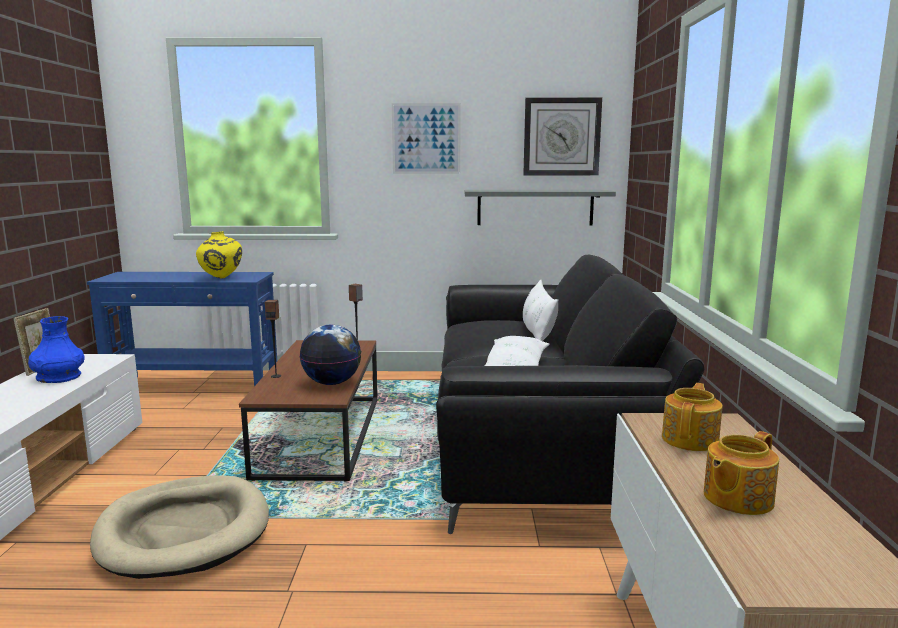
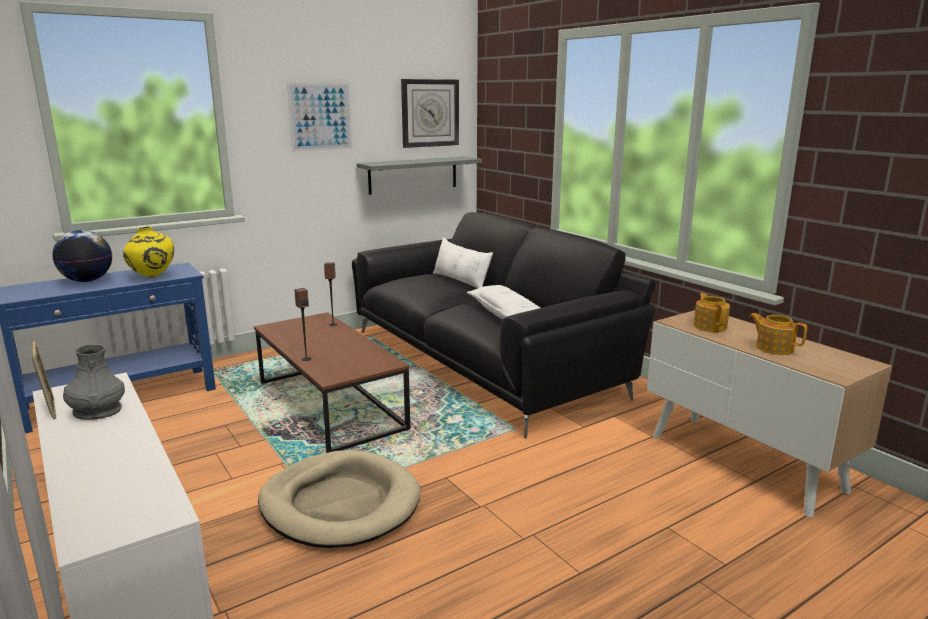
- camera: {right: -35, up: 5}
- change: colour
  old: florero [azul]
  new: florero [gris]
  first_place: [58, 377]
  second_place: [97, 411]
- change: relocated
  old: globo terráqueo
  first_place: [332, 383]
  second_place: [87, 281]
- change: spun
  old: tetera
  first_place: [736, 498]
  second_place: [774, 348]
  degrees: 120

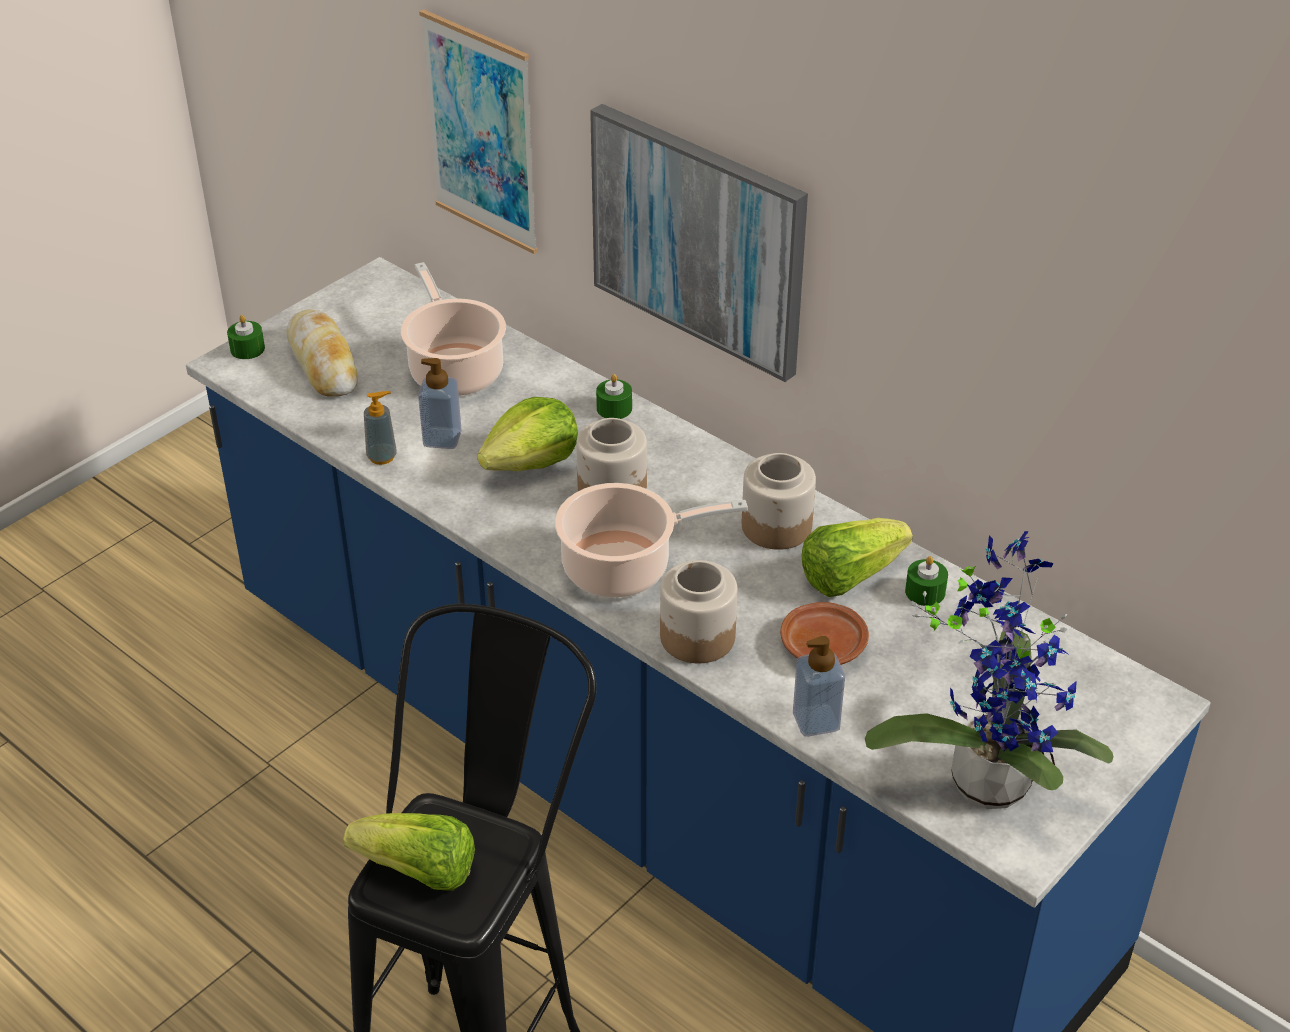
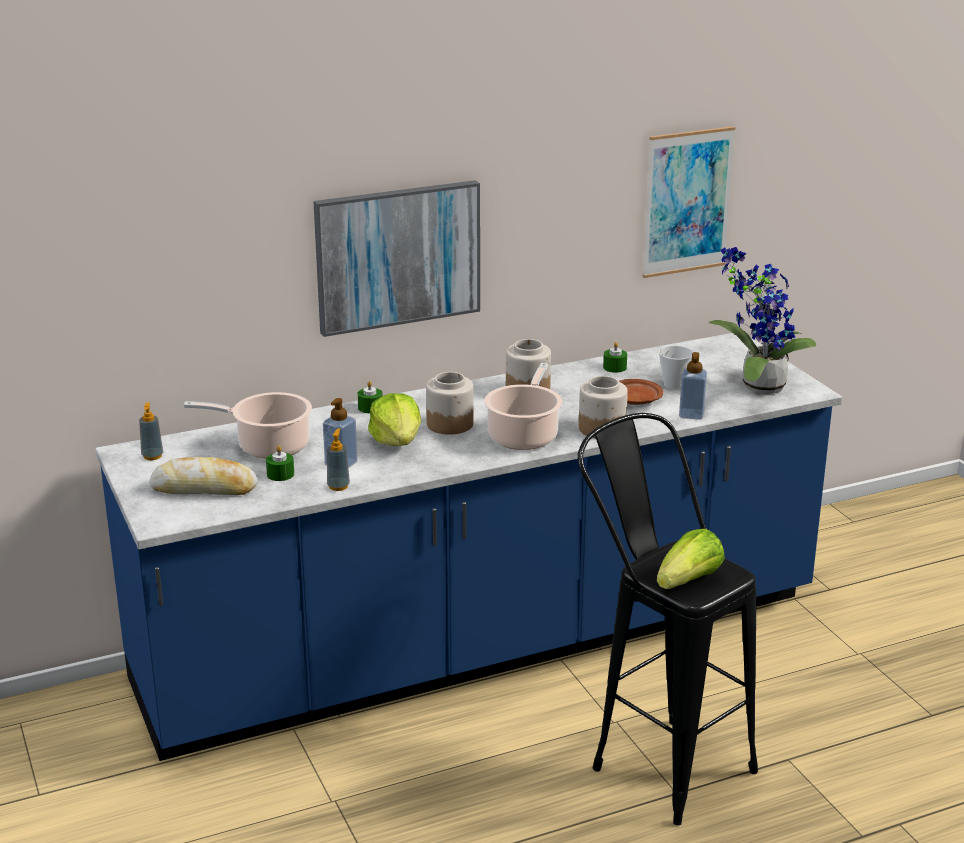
- camera: {right: -65, up: -15}
- change: relocated
  old: vela [verde]
  first_place: [247, 349]
  second_place: [280, 474]
- change: relocated
  old: cuadro
  first_place: [481, 132]
  second_place: [687, 202]
- change: missing
  old: lechuga
  first_place: [849, 576]
- change: appeared
  new: dispensador de jabón
  second_place: [152, 456]
- change: appeared
  new: taza
  second_place: [674, 385]

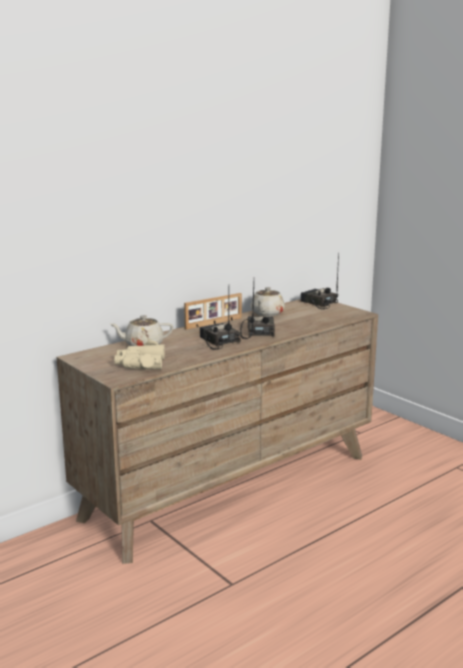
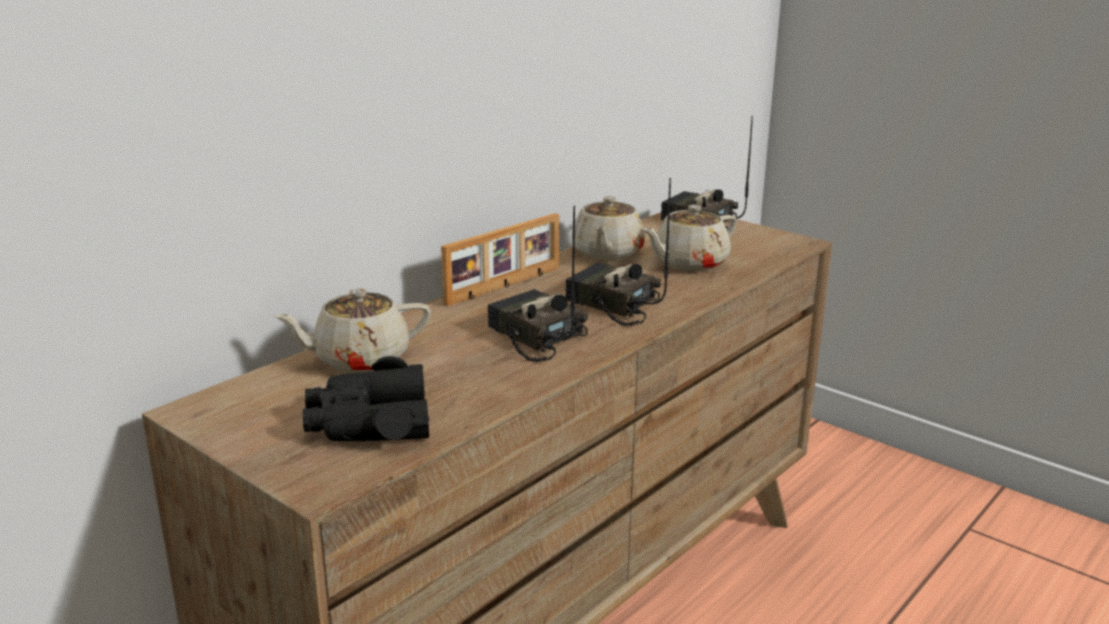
- camera: {right: -10, up: 5}
- change: colour
  old: prismáticos [beis]
  new: prismáticos [negro]
  first_place: [140, 363]
  second_place: [368, 422]
- change: spun
  old: radio
  first_place: [257, 332]
  second_place: [612, 305]
  degrees: -45
- change: appeared
  new: tetera [beis]
  second_place: [689, 263]

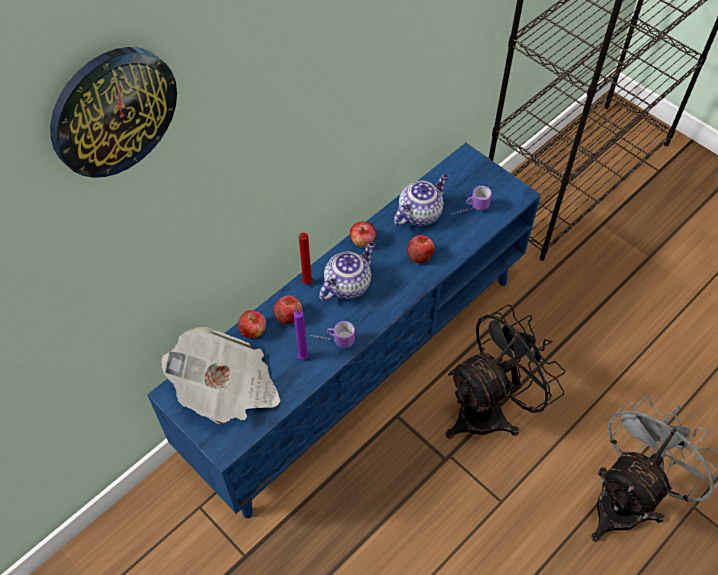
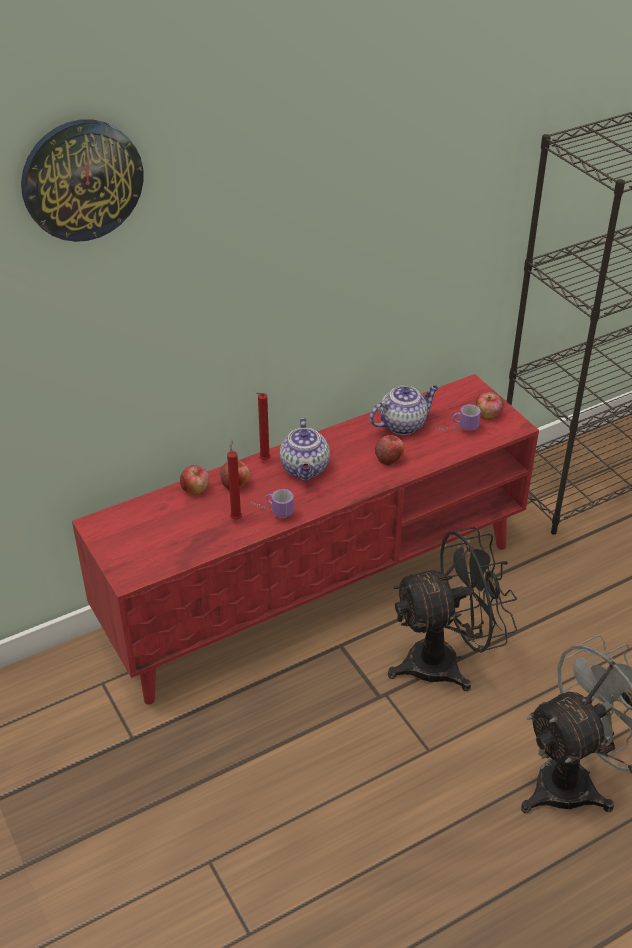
- camera: {right: 15, up: -15}
- change: colour
  old: mueble de televisión [azul]
  new: mueble de televisión [rojo]
  first_place: [359, 363]
  second_place: [316, 589]
- change: missing
  old: periódico
  first_place: [227, 389]
- change: colour
  old: vela [morado]
  new: vela [rojo]
  first_place: [302, 355]
  second_place: [236, 518]
- change: spun
  old: tetera
  first_place: [348, 284]
  second_place: [305, 469]
  degrees: 120
- change: relocated
  old: manzana
  first_place: [363, 241]
  second_place: [488, 414]

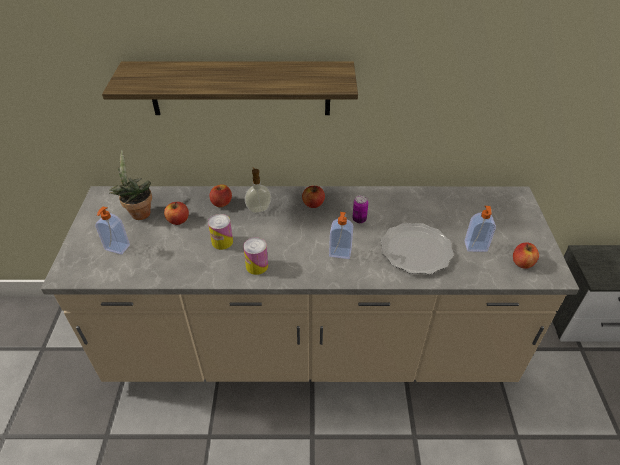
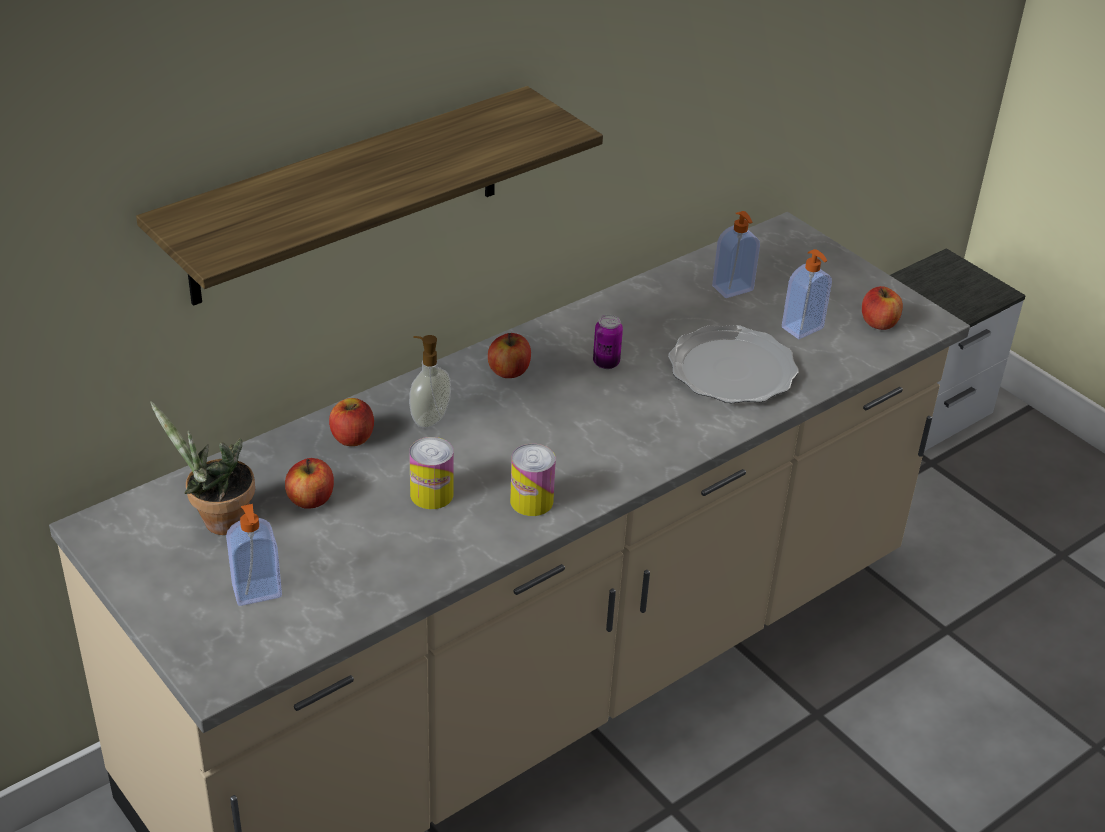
- camera: {right: -40, up: -5}
- change: relocated
  old: dispensador de jabón
  first_place: [340, 253]
  second_place: [733, 289]

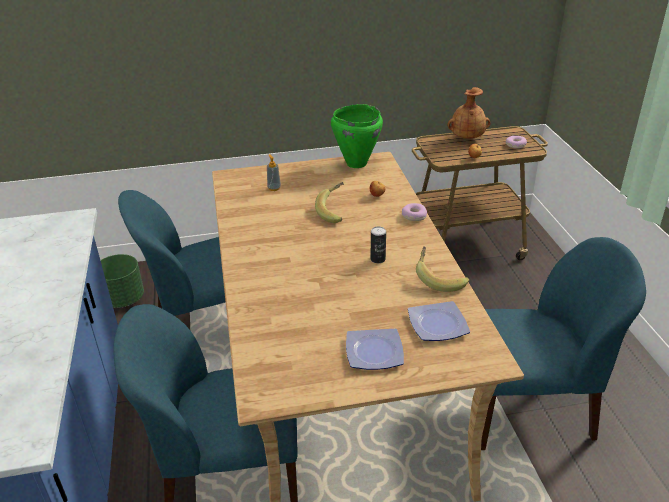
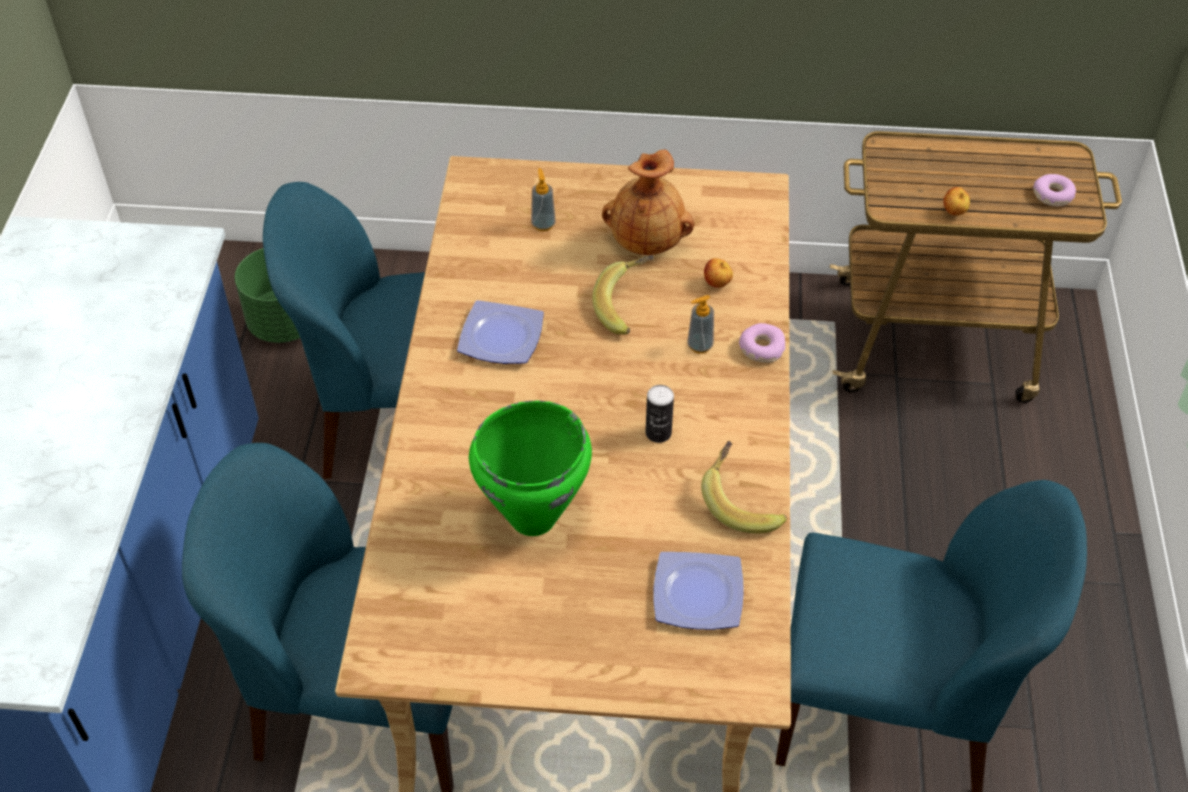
- camera: {right: 15, up: 15}
- change: relocated
  old: olla [verde]
  first_place: [356, 163]
  second_place: [532, 517]
- change: relocated
  old: plato
  first_place: [373, 351]
  second_place: [500, 336]
- change: relocated
  old: florero [marrón]
  first_place: [467, 137]
  second_place: [647, 241]
- change: appeared
  new: dispensador de jabón
  second_place: [699, 345]

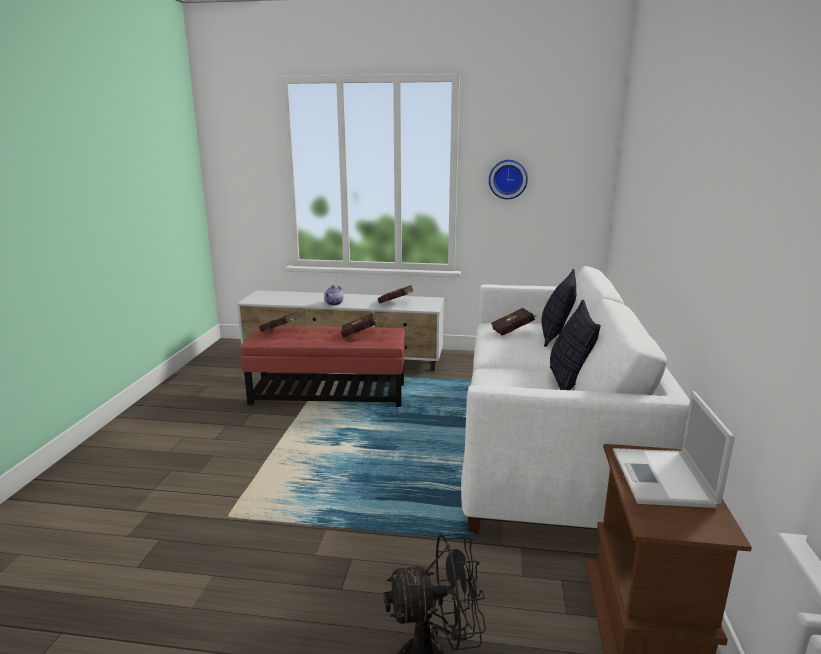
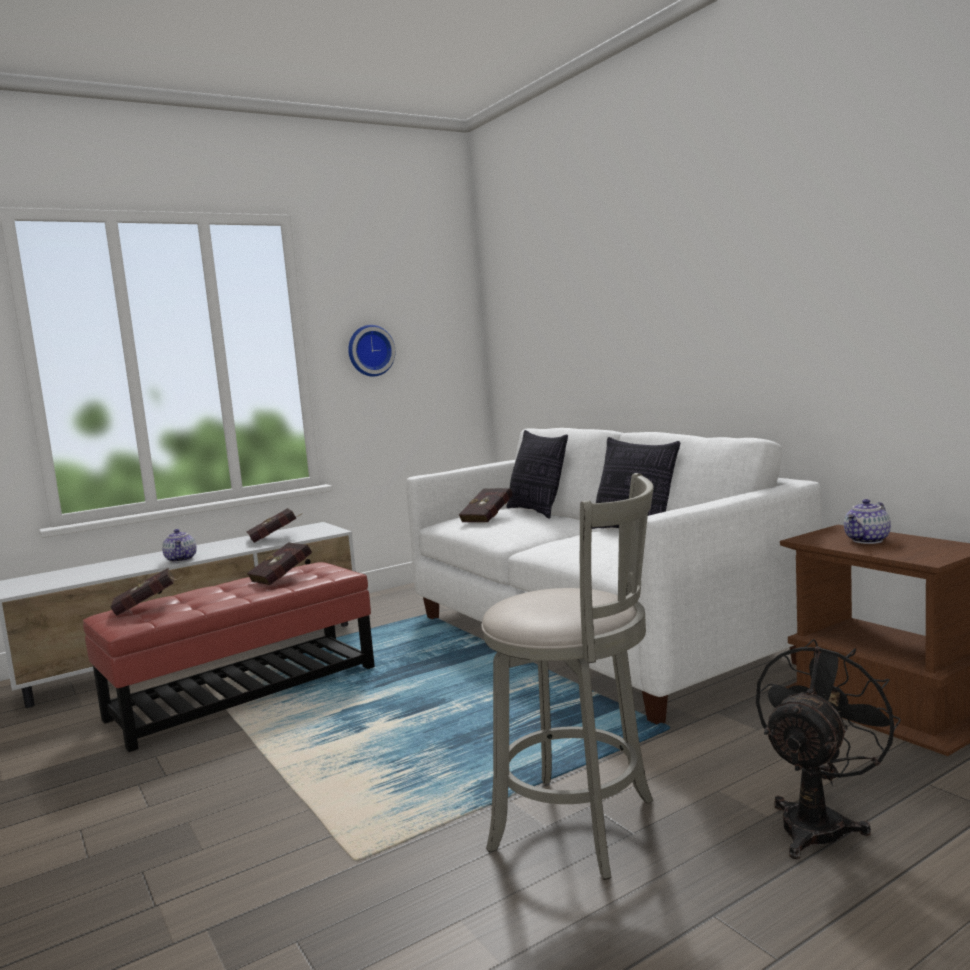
- camera: {right: -40, up: -10}
- change: exchanged
  old: portátil
  new: tetera
  first_place: [663, 479]
  second_place: [868, 540]
- change: appeared
  new: taburete [gris]
  second_place: [582, 826]

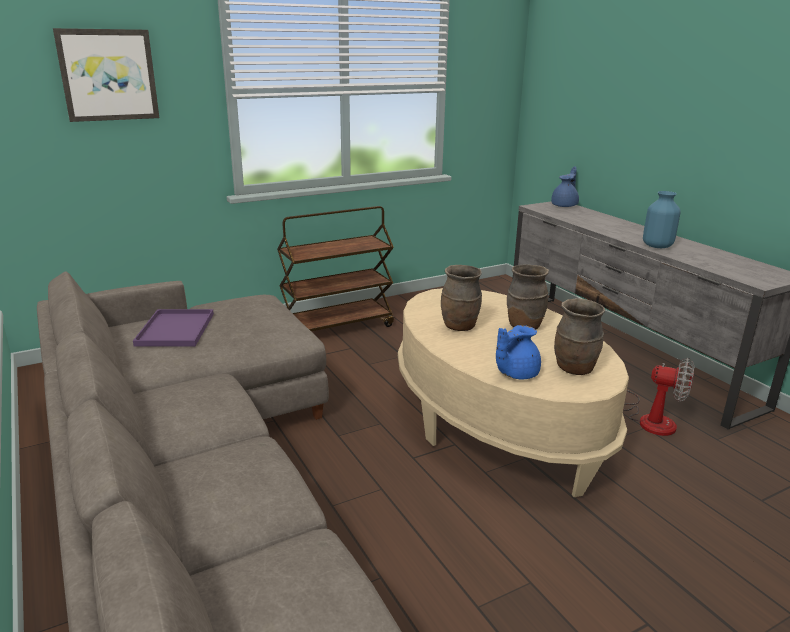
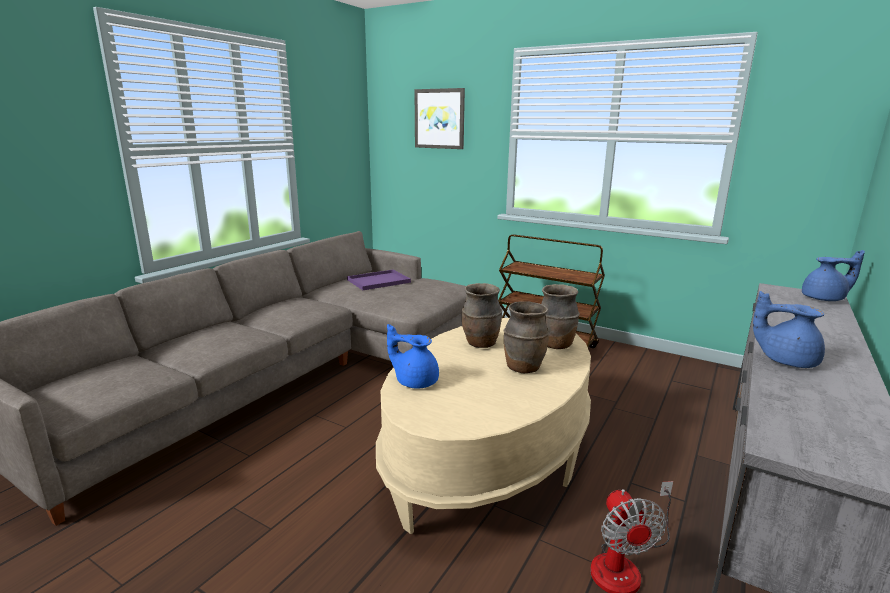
- camera: {right: 60, up: -5}
- change: relocated
  old: florero [marrón]
  first_place: [575, 369]
  second_place: [555, 345]
- change: exchanged
  old: florero [azul]
  new: tetera [azul]
  first_place: [656, 246]
  second_place: [785, 360]

